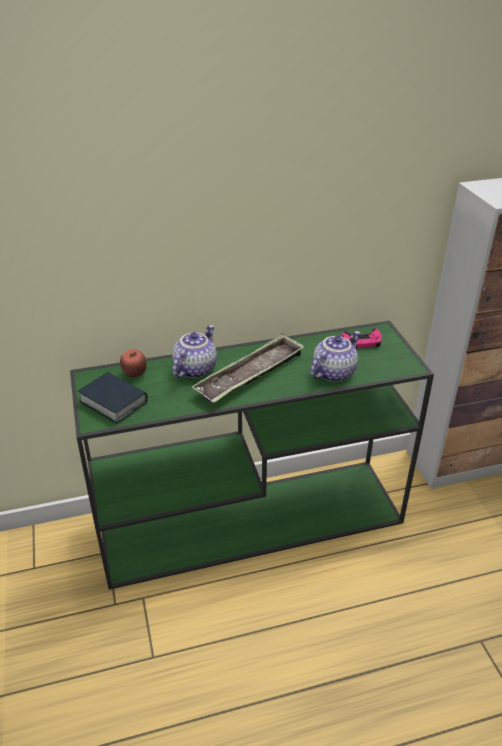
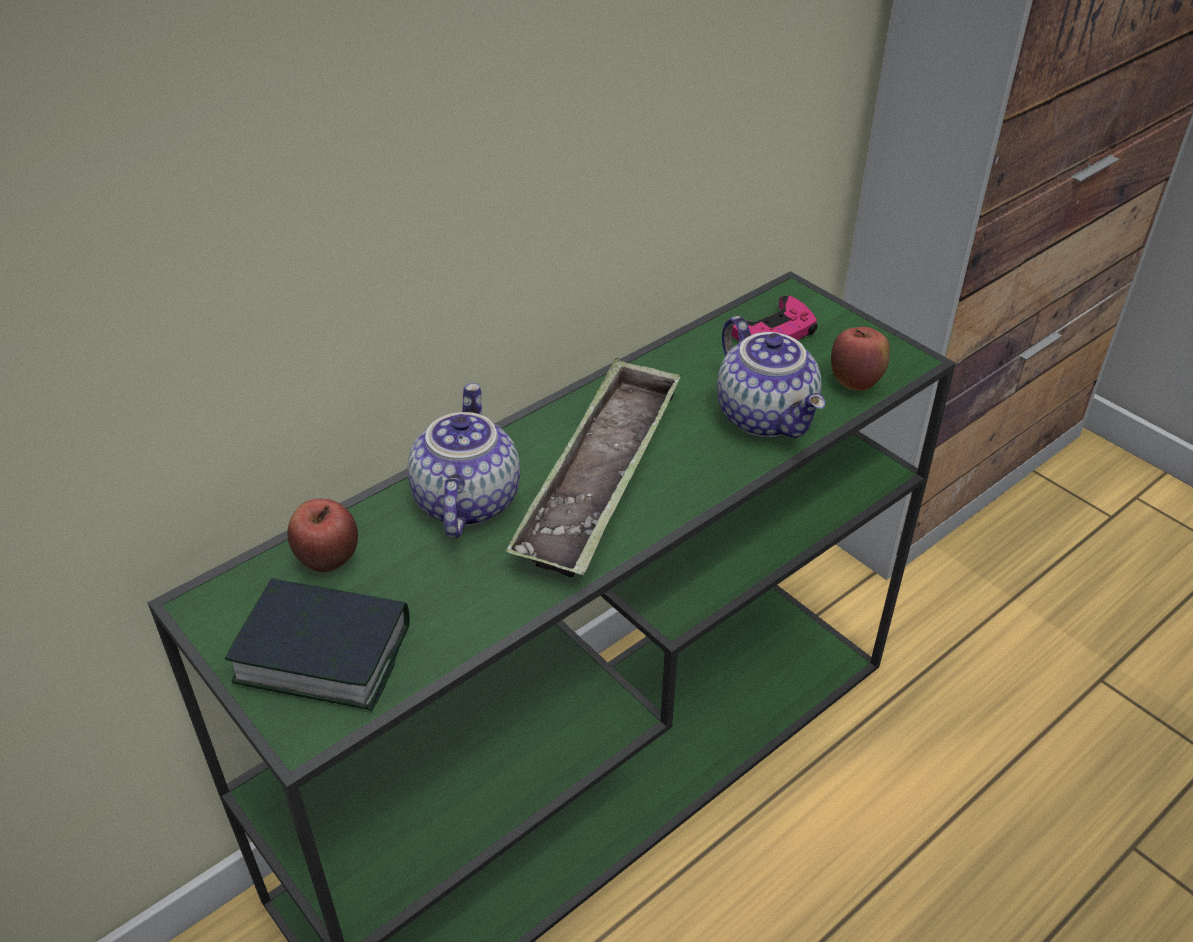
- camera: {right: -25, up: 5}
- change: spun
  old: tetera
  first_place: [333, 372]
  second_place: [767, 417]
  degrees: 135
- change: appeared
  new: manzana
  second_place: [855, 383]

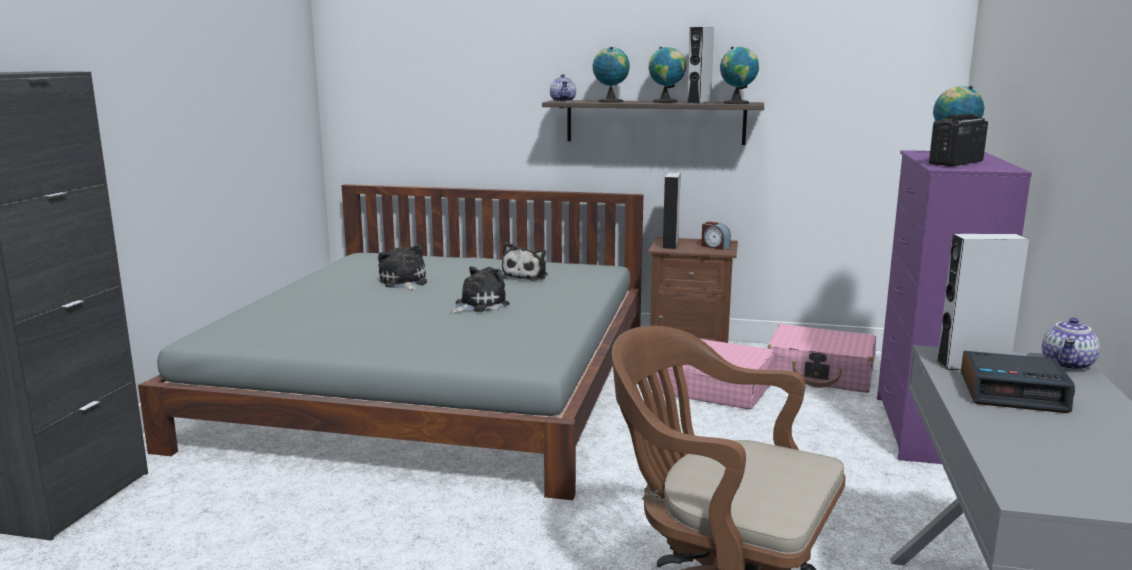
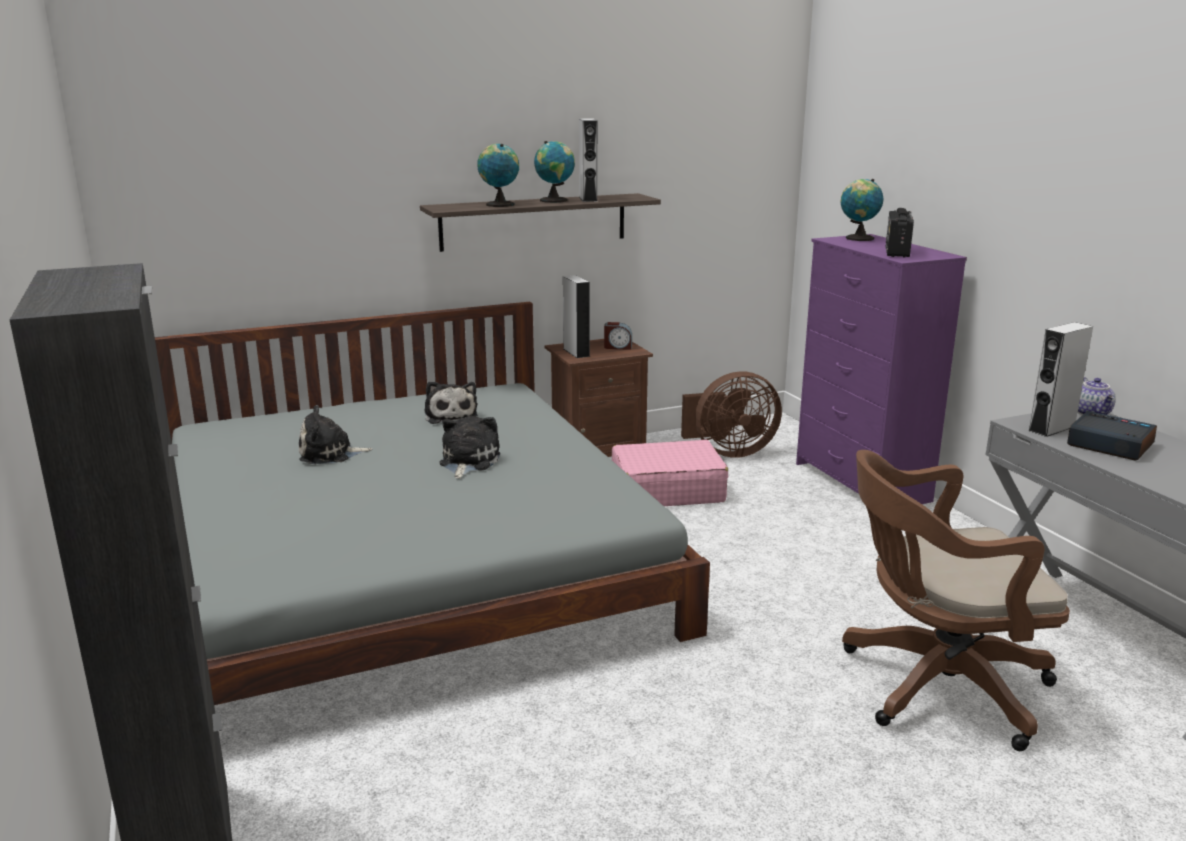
- camera: {right: -35, up: 5}
- change: spun
  old: peluche
  first_place: [403, 283]
  second_place: [330, 454]
  degrees: -45
- change: missing
  old: tetera
  first_place: [563, 101]
- change: missing
  old: globo terráqueo
  first_place: [738, 103]
- change: exchanged
  old: maleta [rosa]
  new: ventilador [marrón]
  first_place: [820, 373]
  second_place: [728, 452]
- change: spun
  old: despertador
  first_place: [1013, 393]
  second_place: [1108, 445]
  degrees: -120

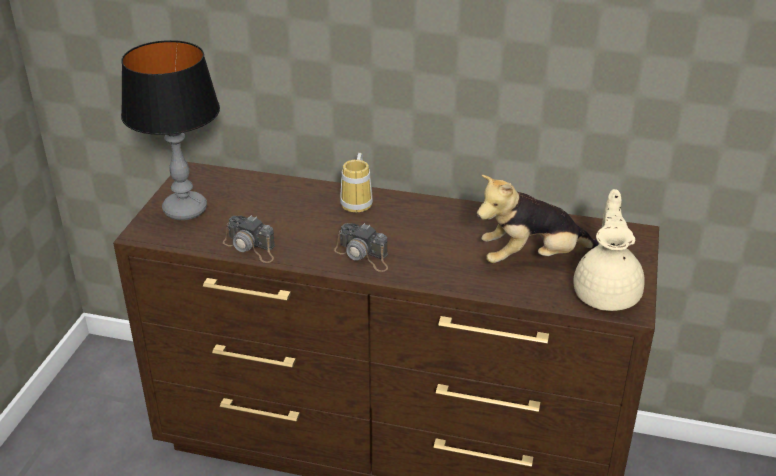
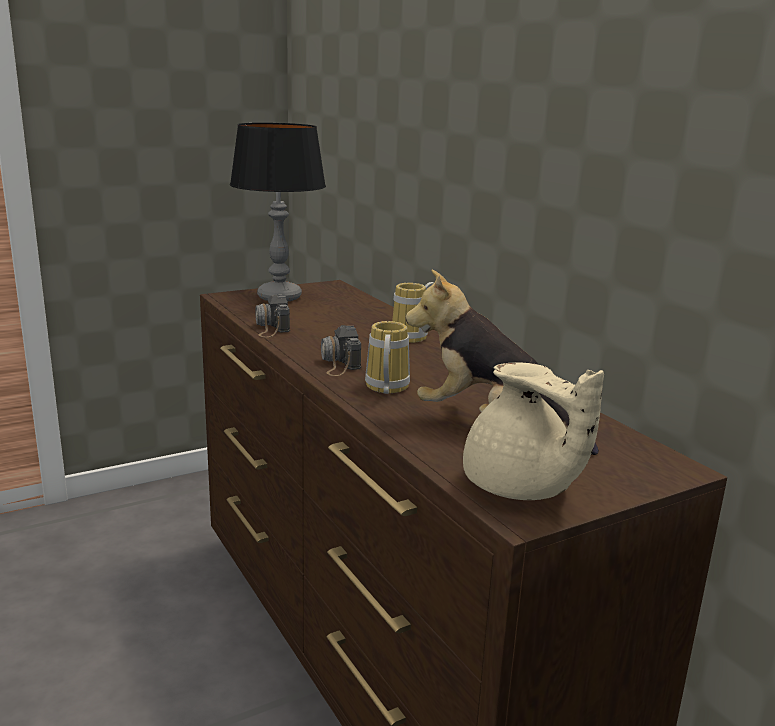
- camera: {right: 45, up: -15}
- change: spun
  old: tetera [beis]
  first_place: [607, 293]
  second_place: [520, 488]
  degrees: 90
- change: appeared
  new: taza grande
  second_place: [384, 388]

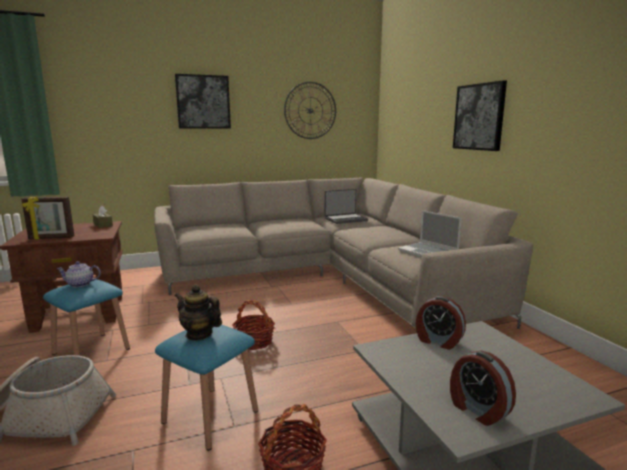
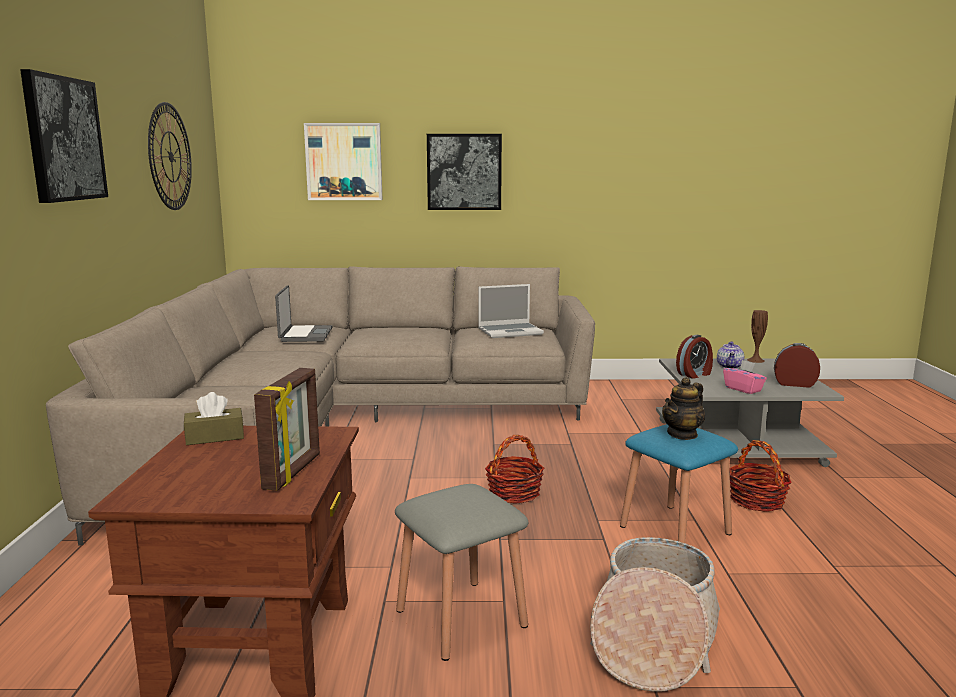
- camera: {right: -70, up: 0}
- change: colour
  old: taburete [azul]
  new: taburete [gris]
  first_place: [91, 351]
  second_place: [461, 618]
- change: relocated
  old: tetera
  first_place: [80, 284]
  second_place: [730, 366]
- change: spun
  old: despertador
  first_place: [477, 410]
  second_place: [794, 383]
  degrees: -150
- change: appeared
  new: cuadro
  second_place: [344, 162]
- change: appeared
  new: caja de pañuelos [rosa]
  second_place: [743, 389]
- change: appeared
  new: florero [marrón]
  second_place: [755, 360]

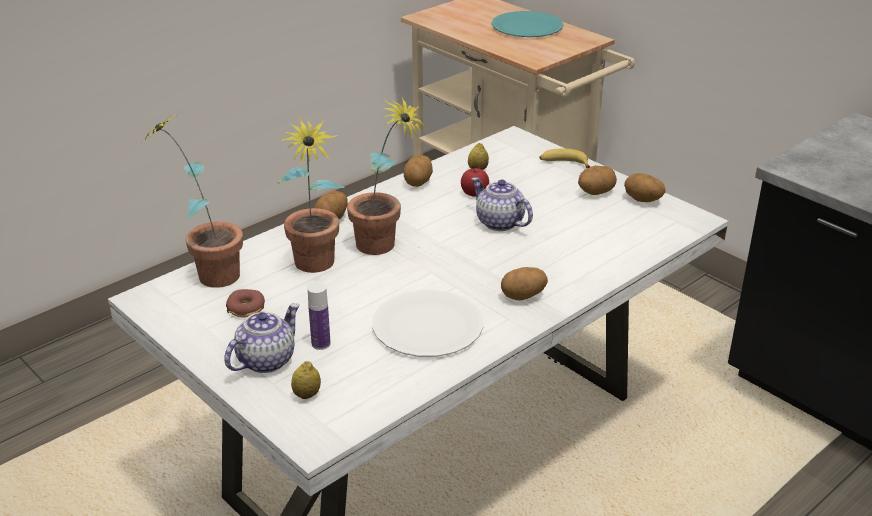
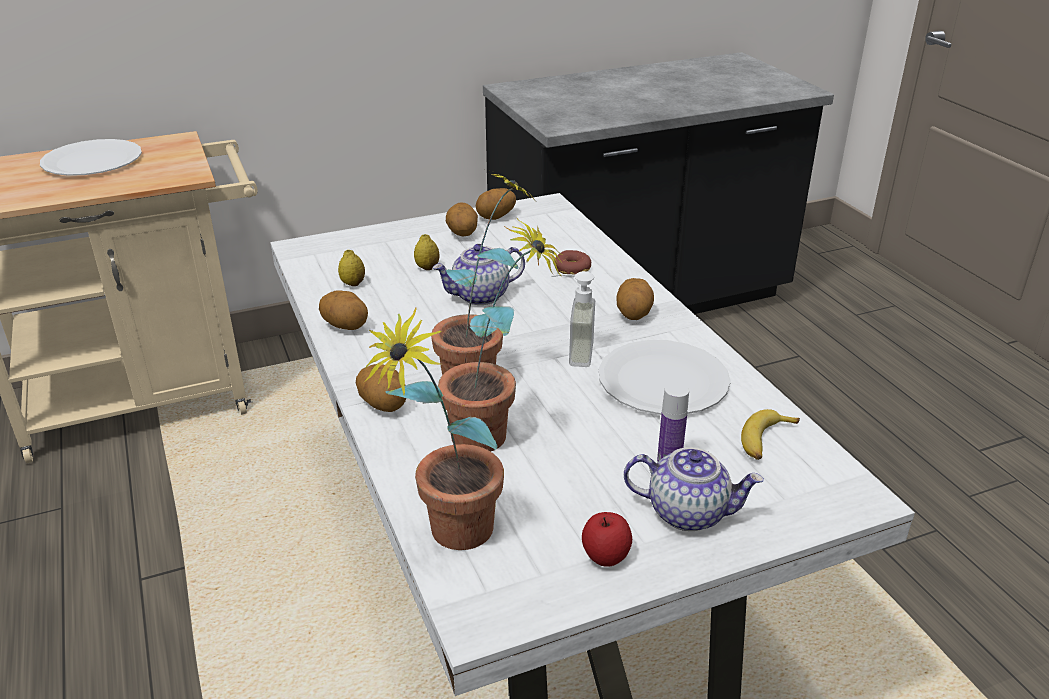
- camera: {right: -70, up: 0}
- change: spun
  old: tetera
  first_place: [266, 360]
  second_place: [688, 512]
  degrees: 135
- change: relocated
  old: rosquilla
  first_place: [246, 308]
  second_place: [572, 269]
- change: relocated
  old: limón
  first_place: [307, 395]
  second_place: [427, 267]
- change: relocated
  old: manzana
  first_place: [474, 193]
  second_place: [605, 556]
- change: colour
  old: plato [turquesa]
  new: plato [blanco]
  first_place: [527, 27]
  second_place: [92, 161]
- change: relocated
  old: plátano
  first_place: [564, 163]
  second_place: [765, 441]
- change: appeared
  new: dispensador de jabón
  second_place: [570, 353]

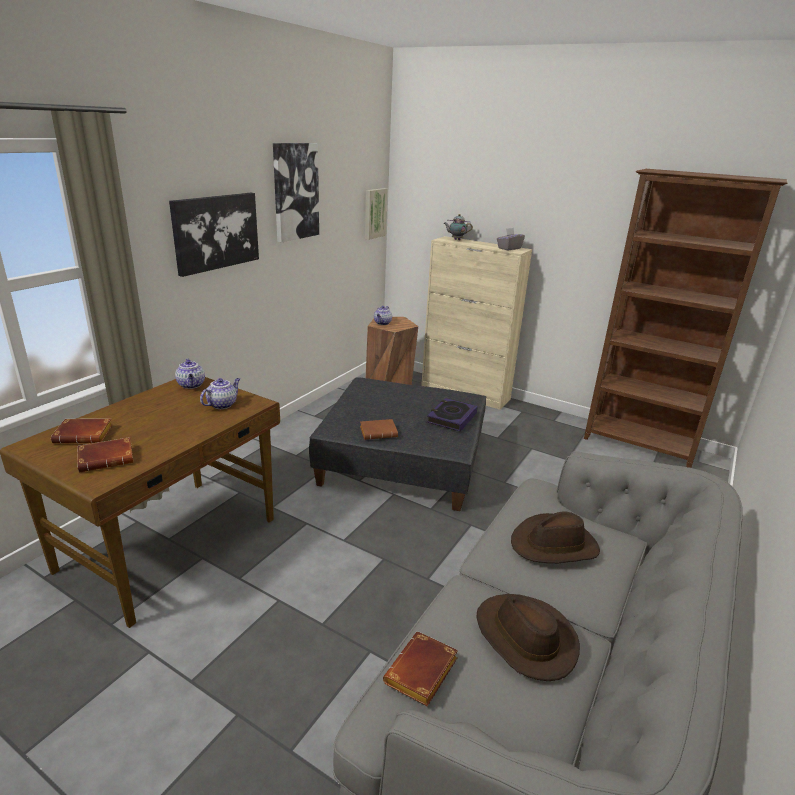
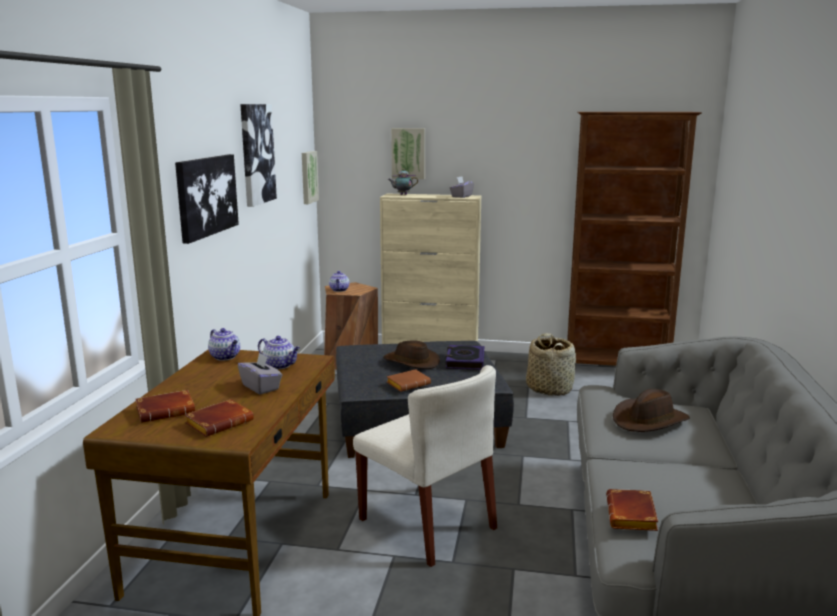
- camera: {right: -20, up: -10}
- change: spun
  old: tetera
  first_place: [222, 404]
  second_place: [280, 365]
  degrees: 105
- change: relocated
  old: sombrero [marrón]
  first_place: [524, 638]
  second_place: [411, 362]
- change: appeared
  new: caja de pañuelos [gris]
  second_place: [261, 387]
- change: appeared
  new: silla [beis]
  second_place: [428, 524]
- change: appeared
  new: cuadro
  second_place: [408, 153]
- change: appeared
  new: cesta
  second_place: [549, 388]

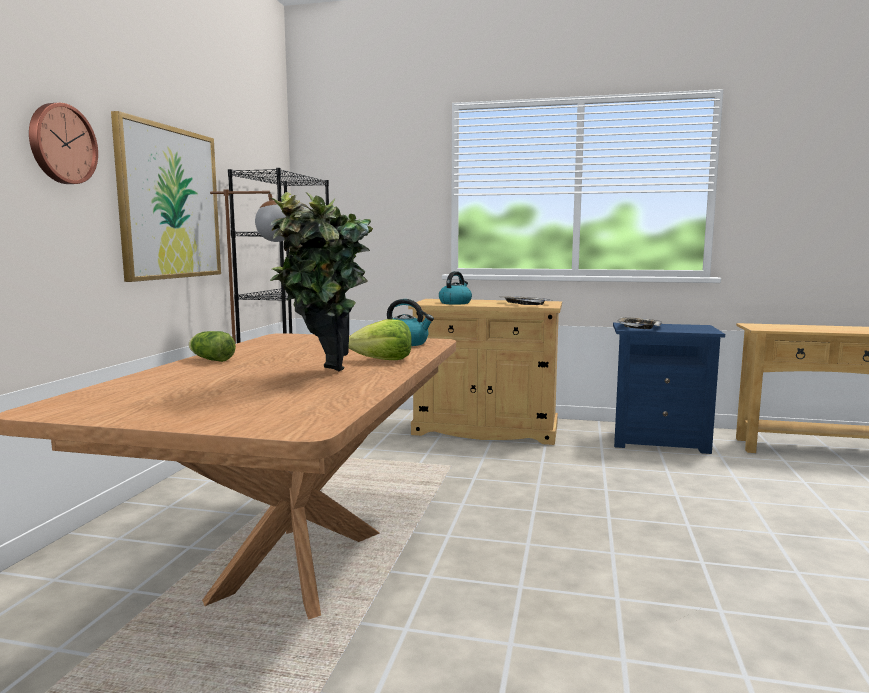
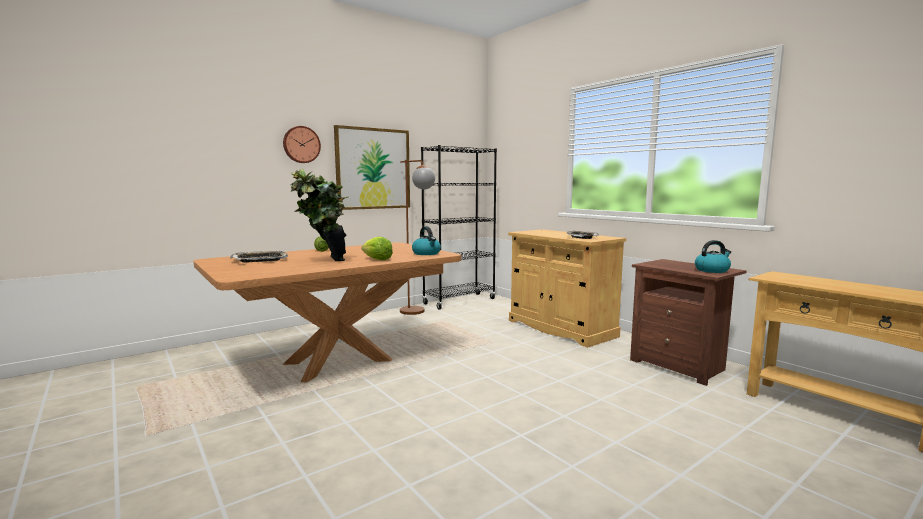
- camera: {right: 40, up: 0}
- change: relocated
  old: hervidor
  first_place: [455, 303]
  second_place: [712, 270]
- change: colour
  old: mesita de noche [azul]
  new: mesita de noche [marrón]
  first_place: [659, 441]
  second_place: [680, 366]
- change: relocated
  old: bandeja
  first_place: [638, 327]
  second_place: [260, 260]

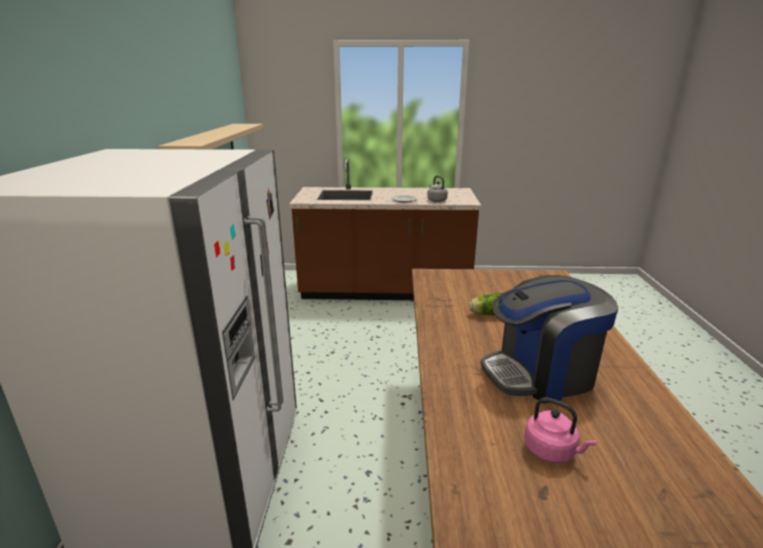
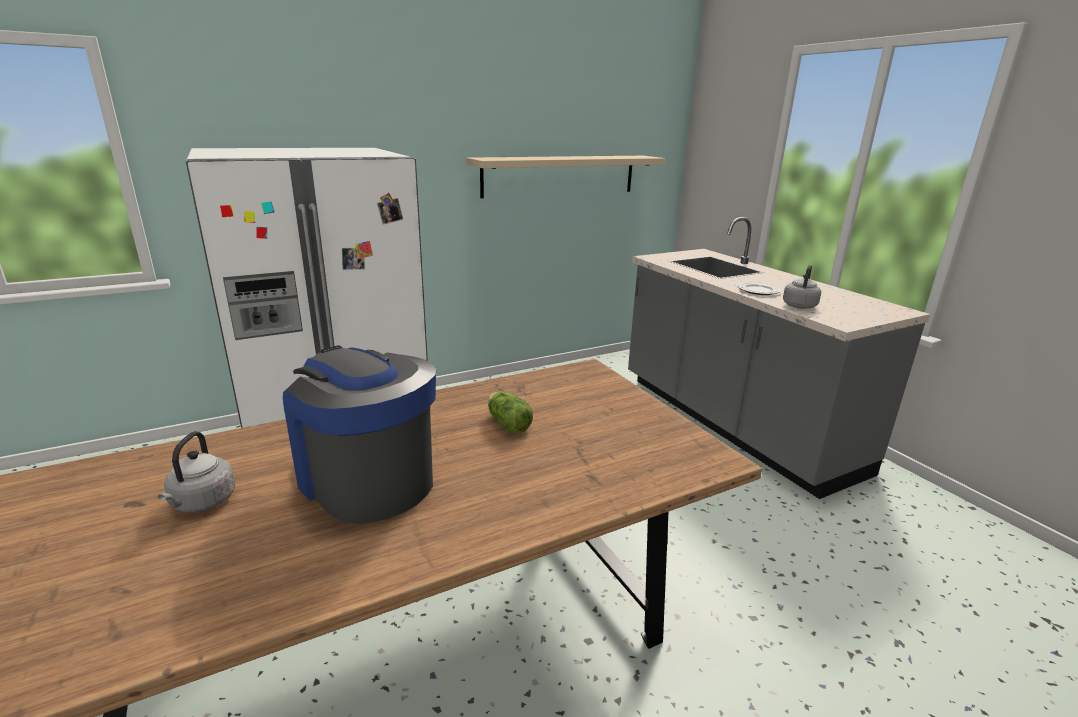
- camera: {right: 60, up: 0}
- change: colour
  old: mueble bajo de cocina [marrón]
  new: mueble bajo de cocina [gris]
  first_place: [385, 291]
  second_place: [733, 423]
- change: colour
  old: hervidor [rosa]
  new: hervidor [gris]
  first_place: [552, 451]
  second_place: [202, 502]

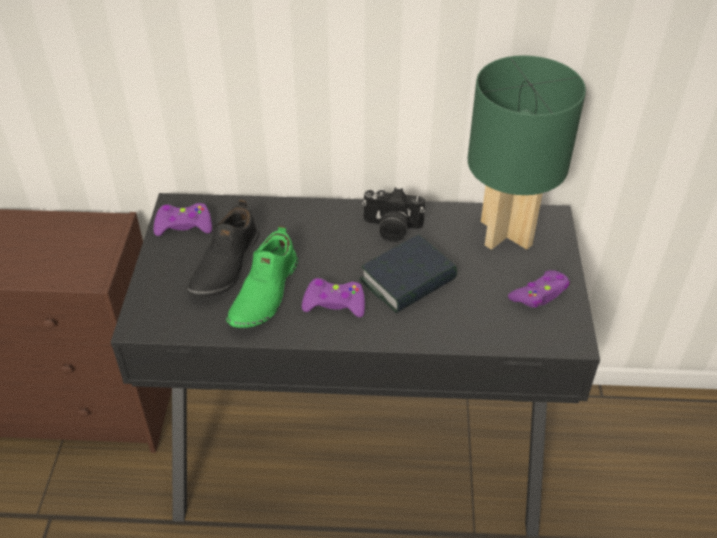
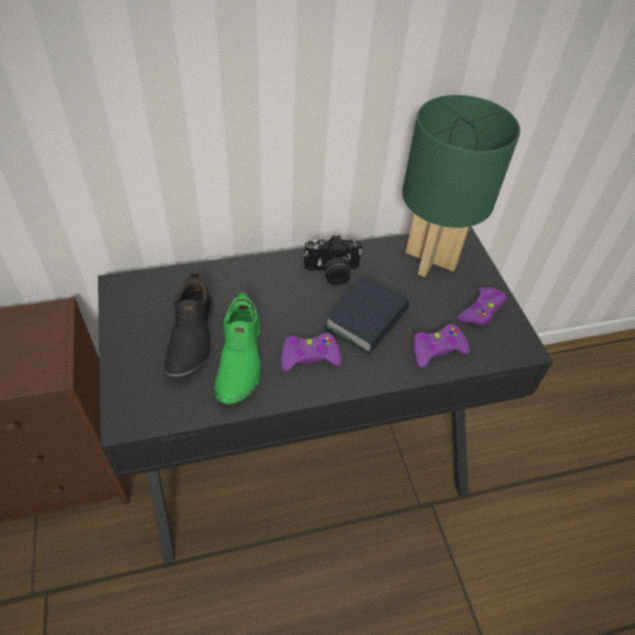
- camera: {right: -20, up: 5}
- change: relocated
  old: mando de consola [morado]
  first_place: [184, 225]
  second_place: [437, 350]

